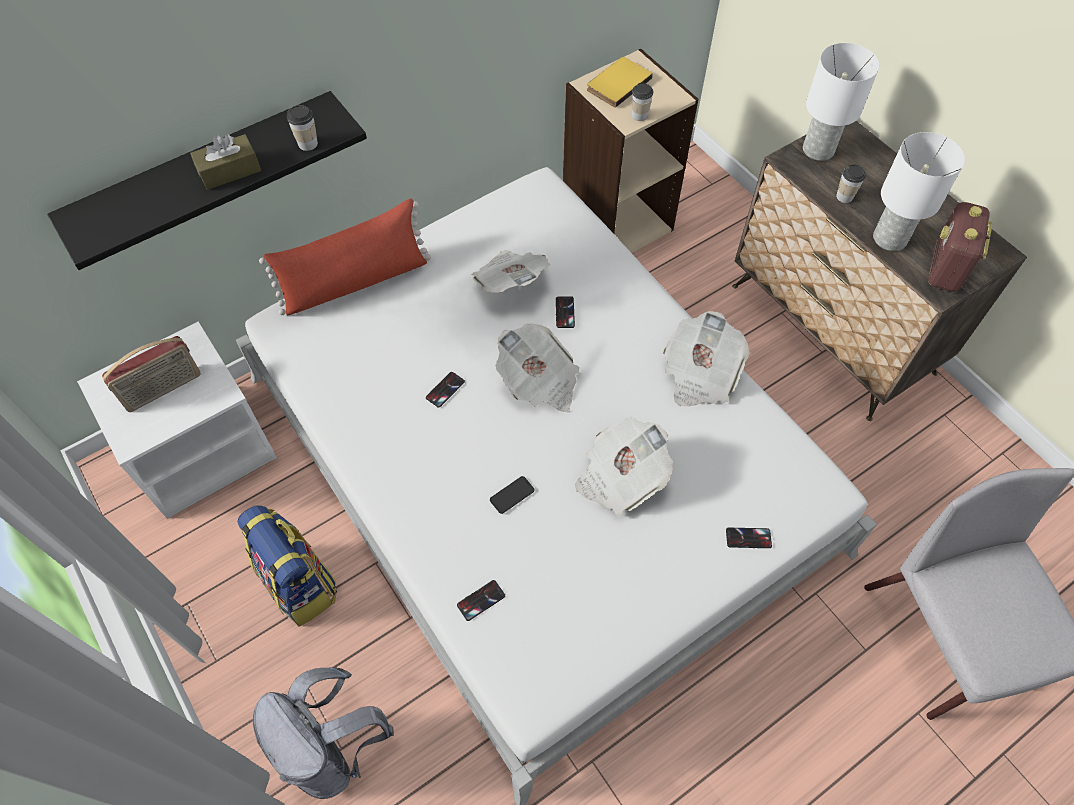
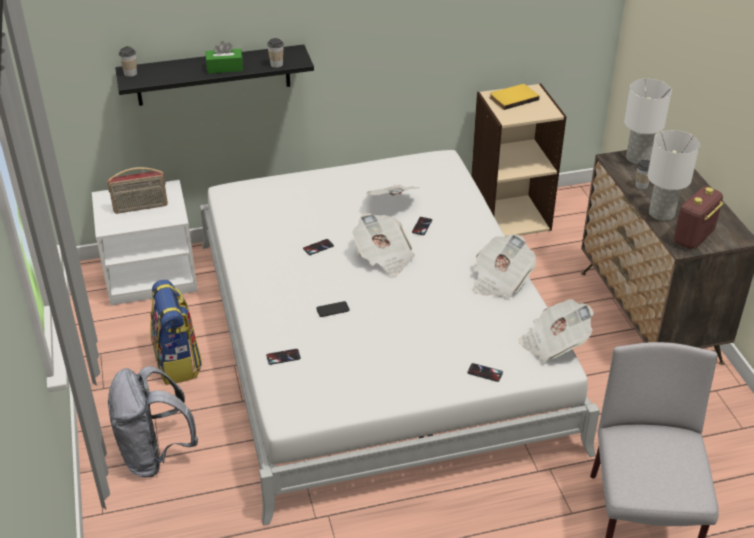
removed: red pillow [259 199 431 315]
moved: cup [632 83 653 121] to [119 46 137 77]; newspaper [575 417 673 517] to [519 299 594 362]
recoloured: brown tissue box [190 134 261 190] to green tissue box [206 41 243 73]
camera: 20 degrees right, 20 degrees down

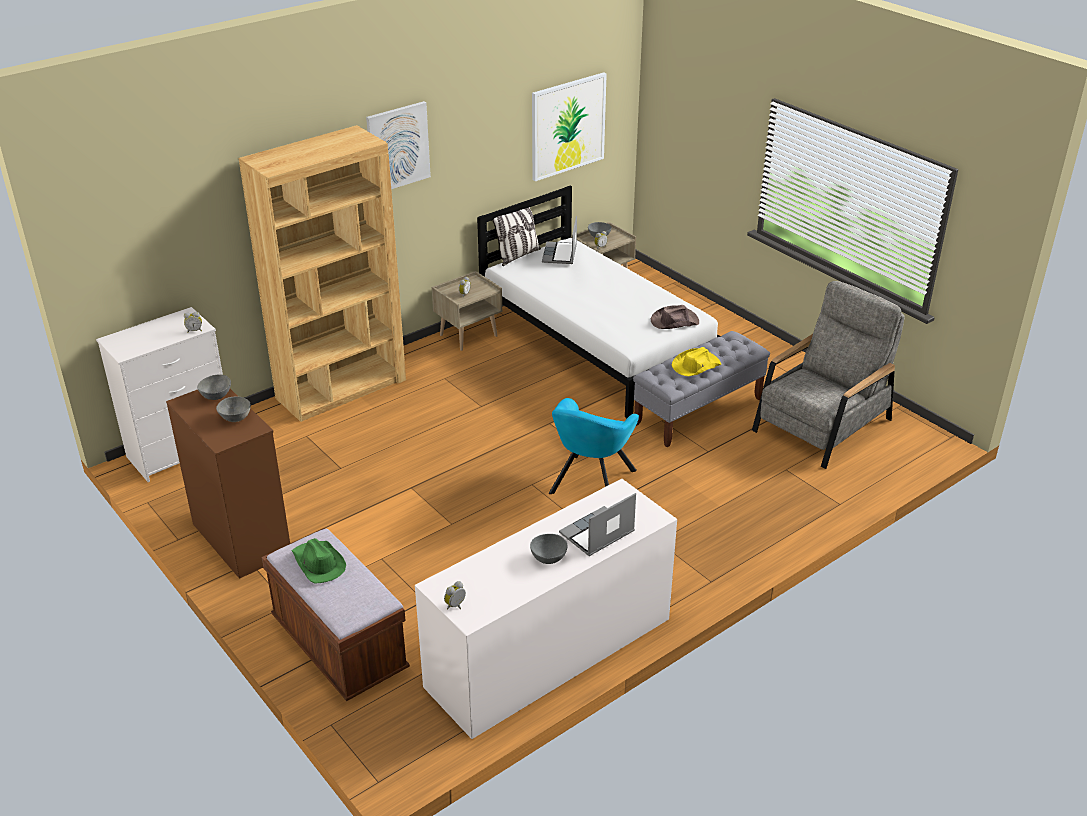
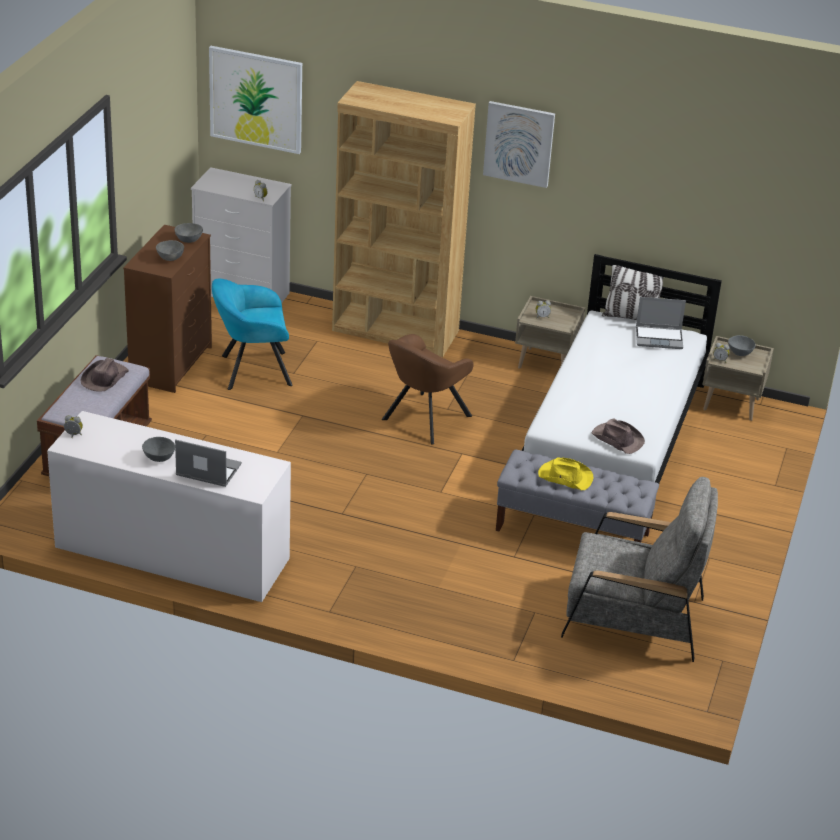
added: brown armchair [382 334 474 445]
moved: picture [532 72 607 181] to [209 46 302 154]; turquoise armchair [549 398 639 494] to [212 279 293 390]
recoloured: green hat [292 538 346 584] to brown hat [81 358 129 392]
turned: laptop [542 216 577 264] = [636 297 686 349] 150 degrees counterclockwise
camera: 55 degrees right, 0 degrees up

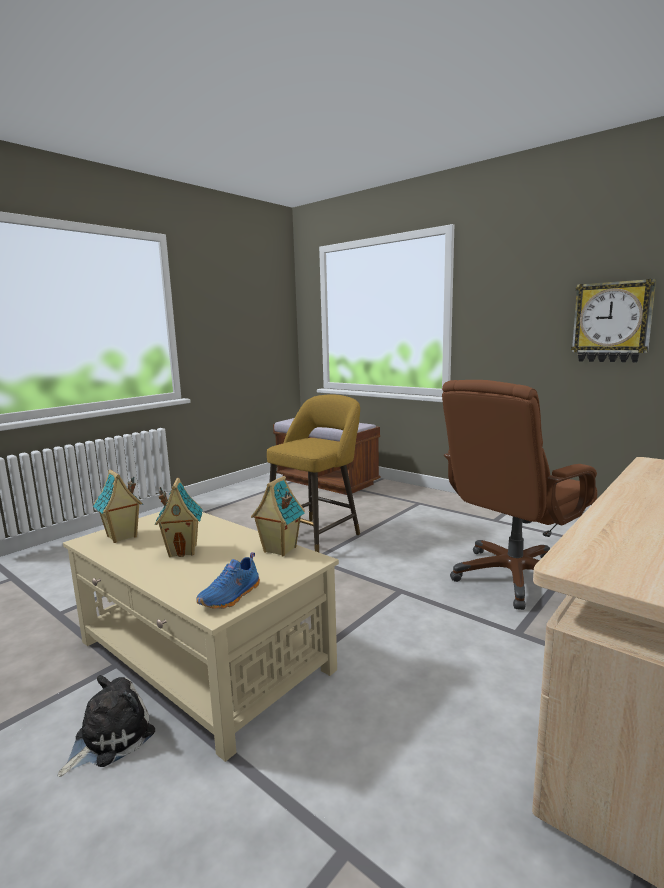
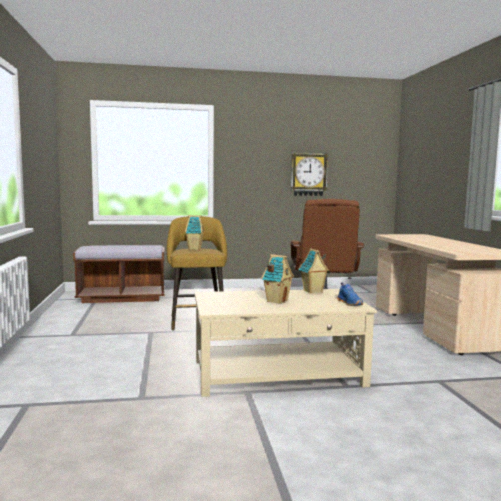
removed: plush toy [58 675 155 777]
moved: toy house [93 469 143 543] to [185 215 204 250]
camera: 50 degrees left, 5 degrees down

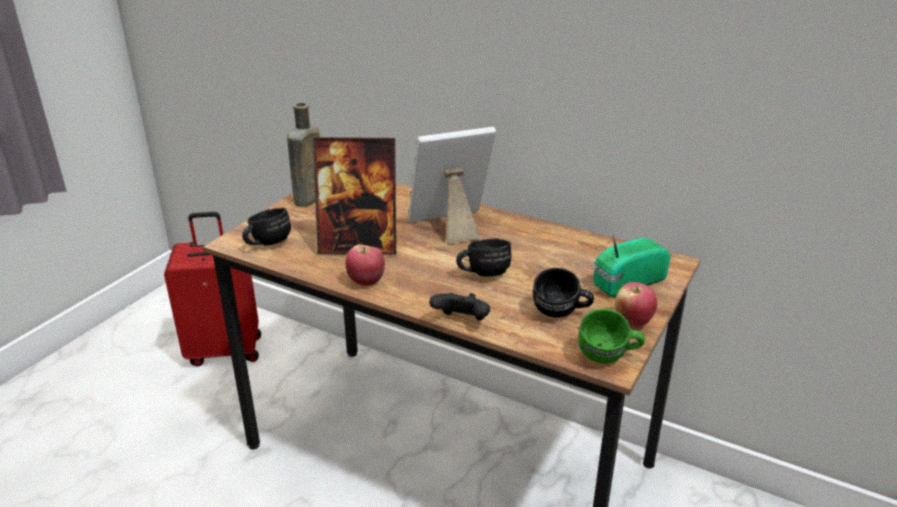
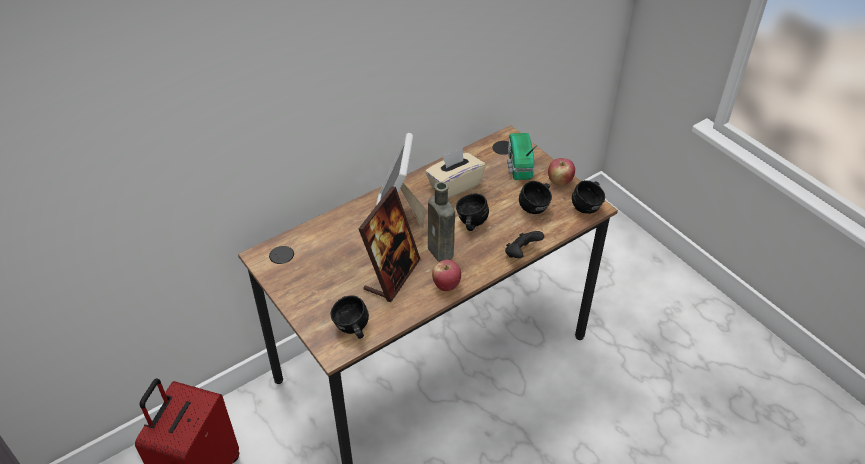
added: beige tissue box [425 148 486 199]
moved: brown bottle [287 102 320 207] to [428 182 455 262]
recoloured: green mug [578 309 645 364] to black mug [572 180 605 214]
camera: 65 degrees left, 15 degrees up

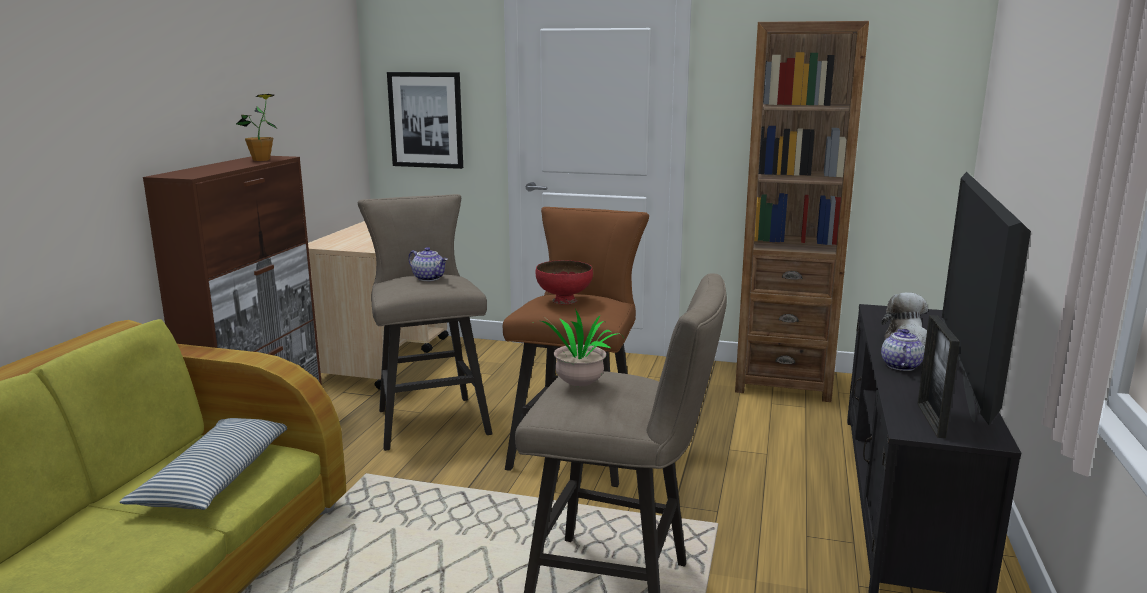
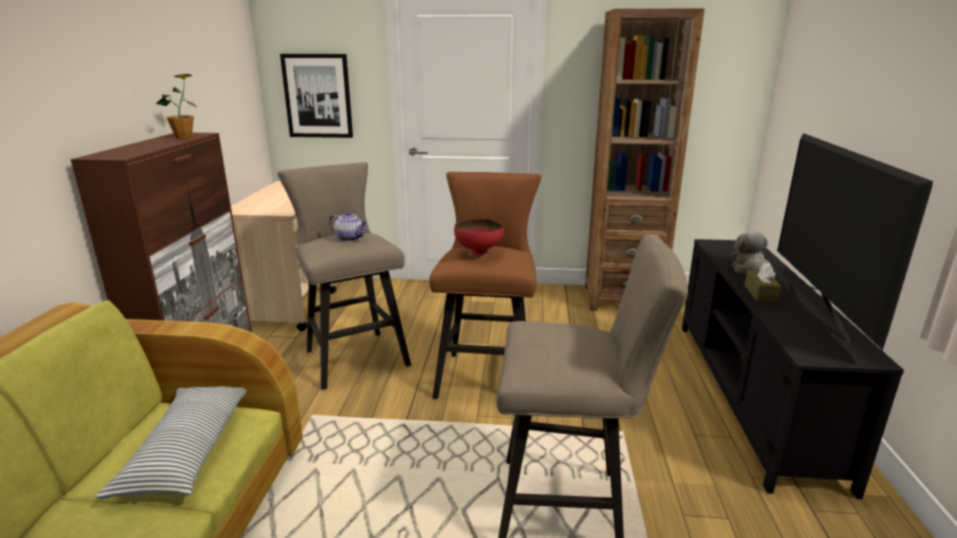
removed: potted plant [541 309 624 386]; picture frame [918 315 960 438]
replaced: teapot [881 329 925 371] to brown tissue box [745 263 782 302]
camera: 10 degrees left, 5 degrees up

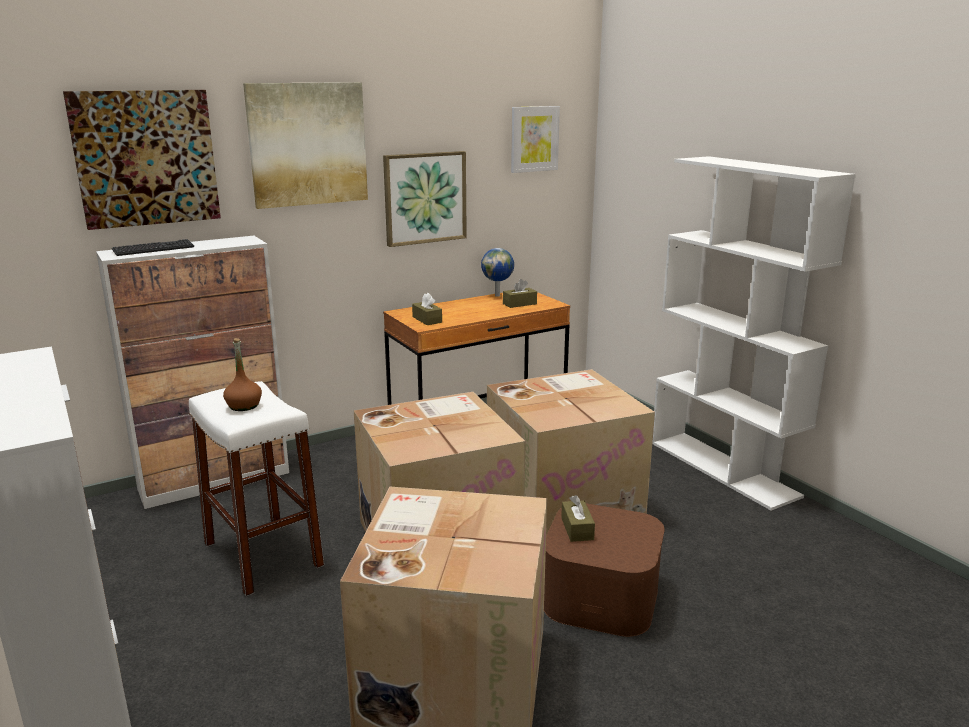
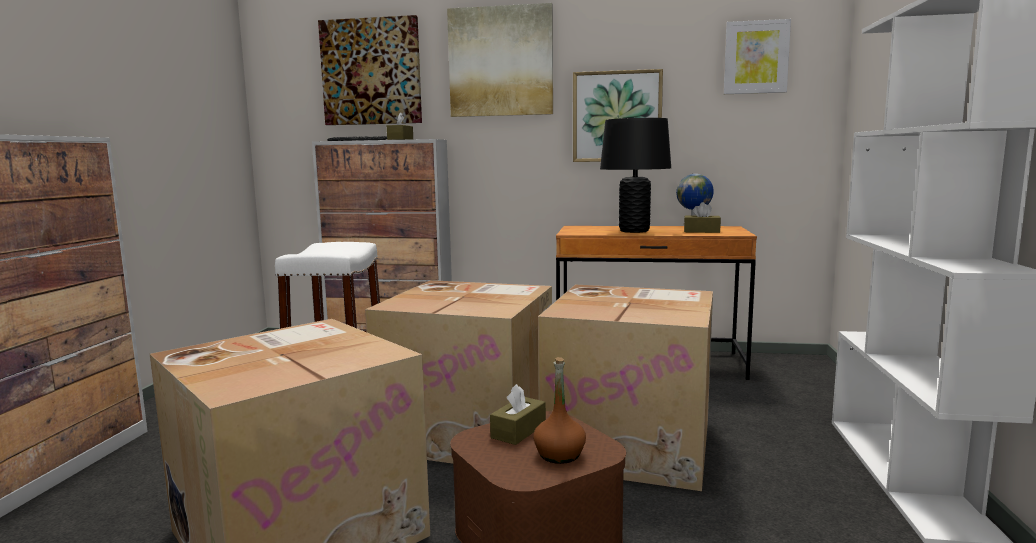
added: black table lamp [600 118 671 233]
moved: brown tissue box [412 293 442 325] to [387 112 413 140]; brown bottle [223 338 262 411] to [533 357 586 464]
camera: 40 degrees right, 10 degrees down

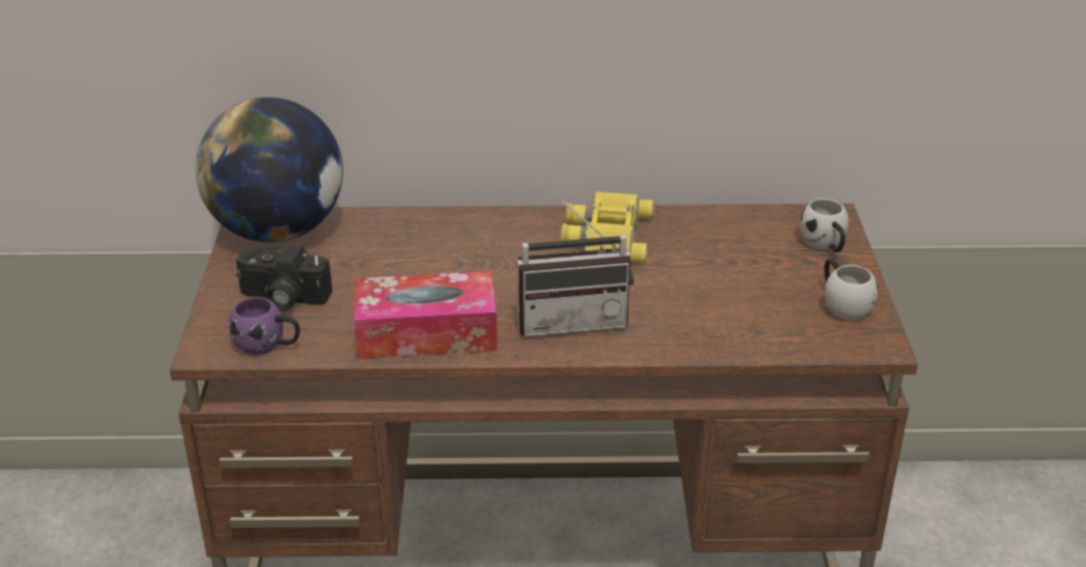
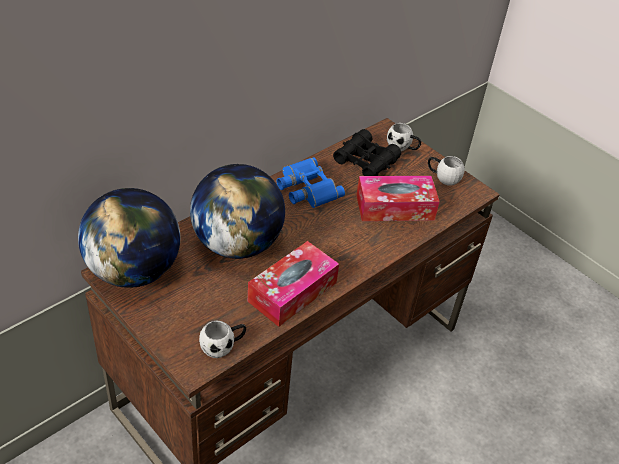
removed: photo camera [236 245 332 311]; radio [517 195 634 337]
added: globe [190 164 285 259]; black binoculars [333 129 401 176]; tissue box [356 176 440 221]
recoloured: purple mug [229 297 300 355] to white mug [199 321 246 358]; yellow binoculars [561 191 654 263] to blue binoculars [277 157 345 208]
camera: 45 degrees left, 10 degrees up

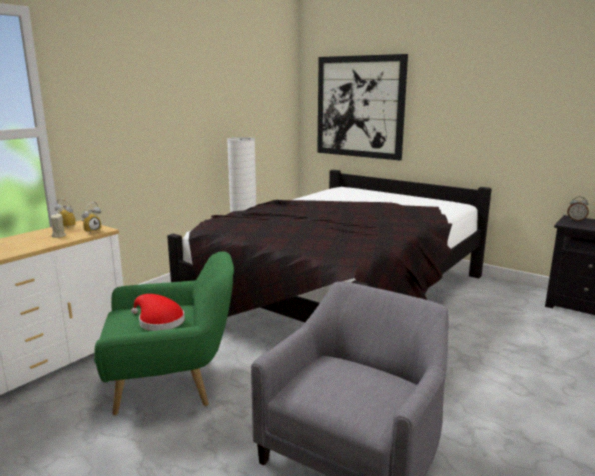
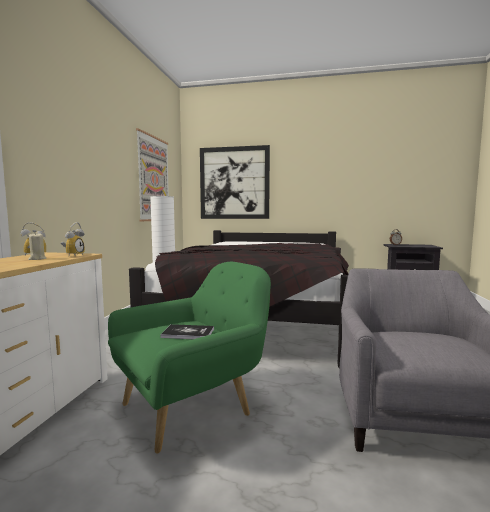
added: picture [136 128 169 221]
replaced: red hat [131 294 185 331] to book [160 324 214 339]
camera: 25 degrees left, 10 degrees down

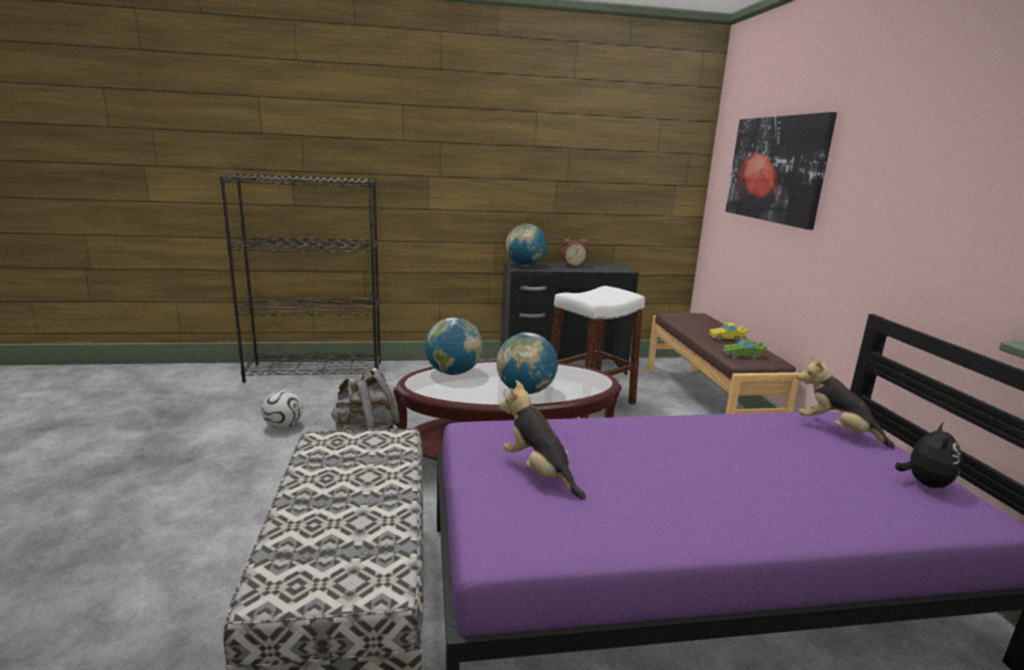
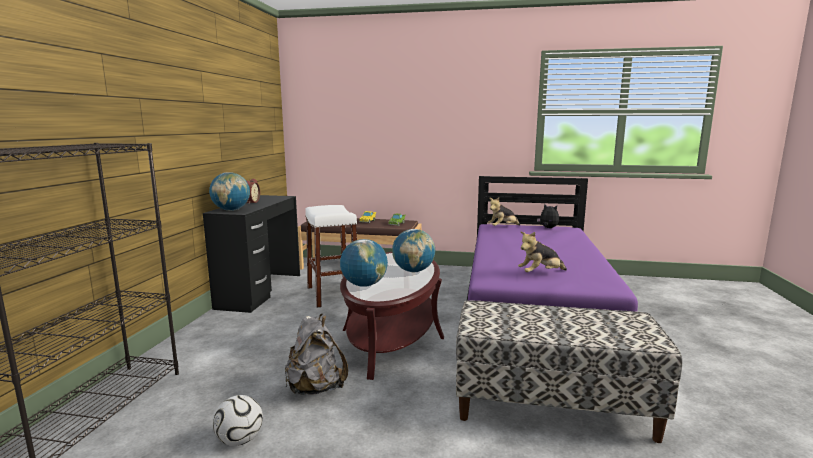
removed: picture [725 112 837 230]
camera: 70 degrees left, 5 degrees down

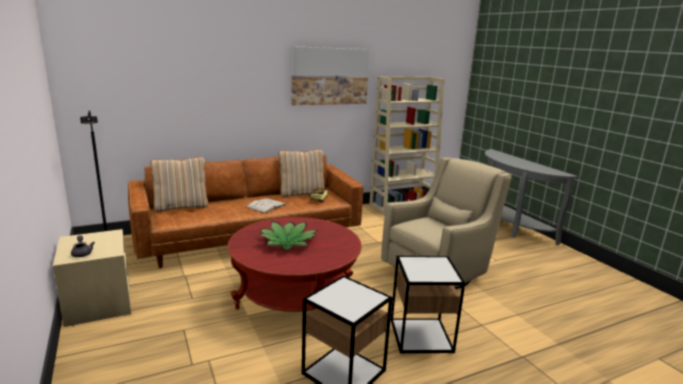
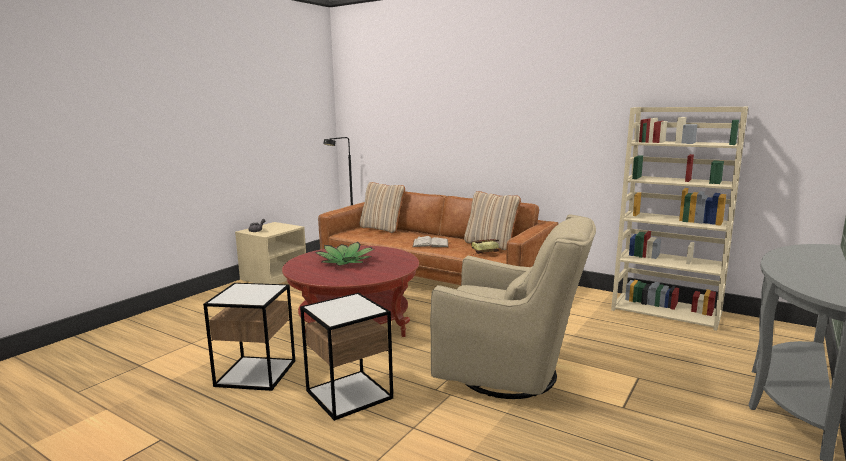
removed: picture [291 46 370 105]
camera: 60 degrees right, 5 degrees down

